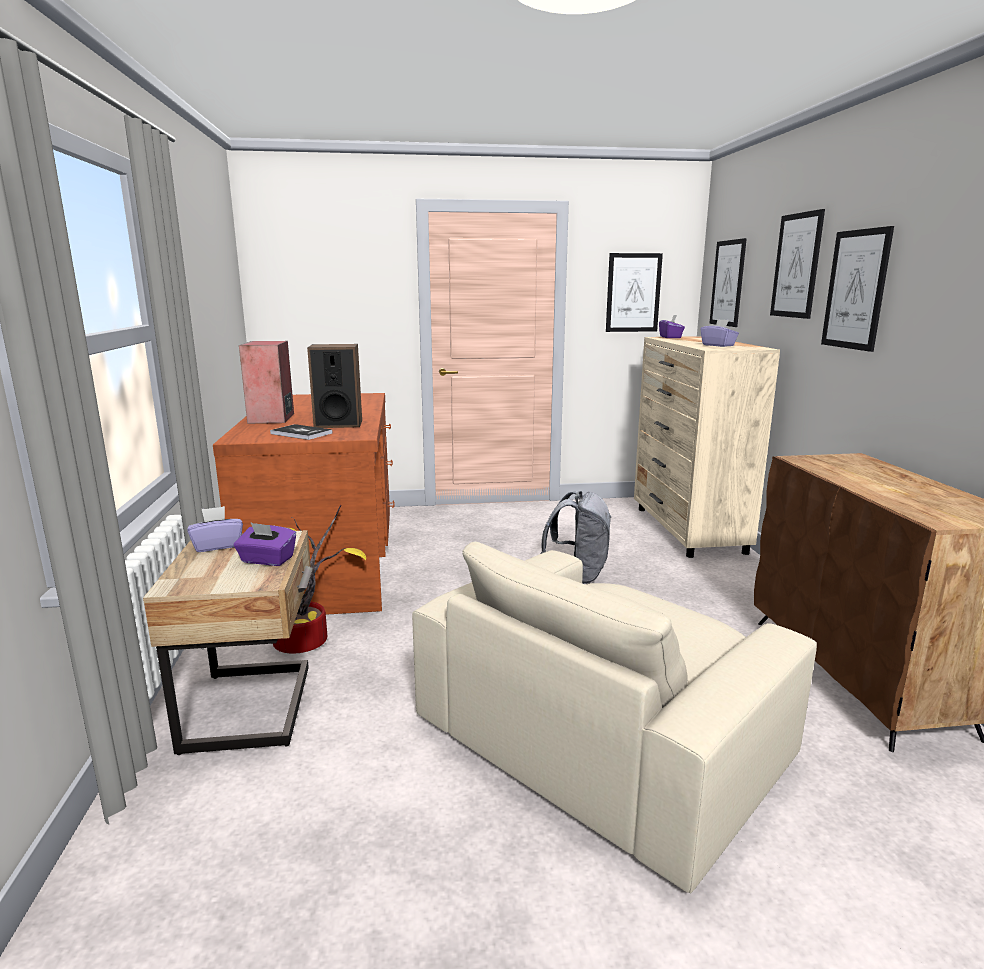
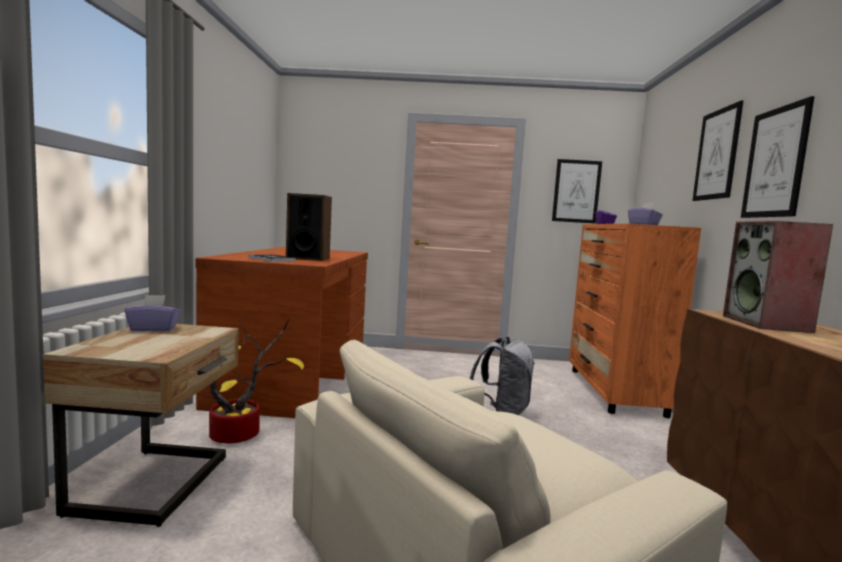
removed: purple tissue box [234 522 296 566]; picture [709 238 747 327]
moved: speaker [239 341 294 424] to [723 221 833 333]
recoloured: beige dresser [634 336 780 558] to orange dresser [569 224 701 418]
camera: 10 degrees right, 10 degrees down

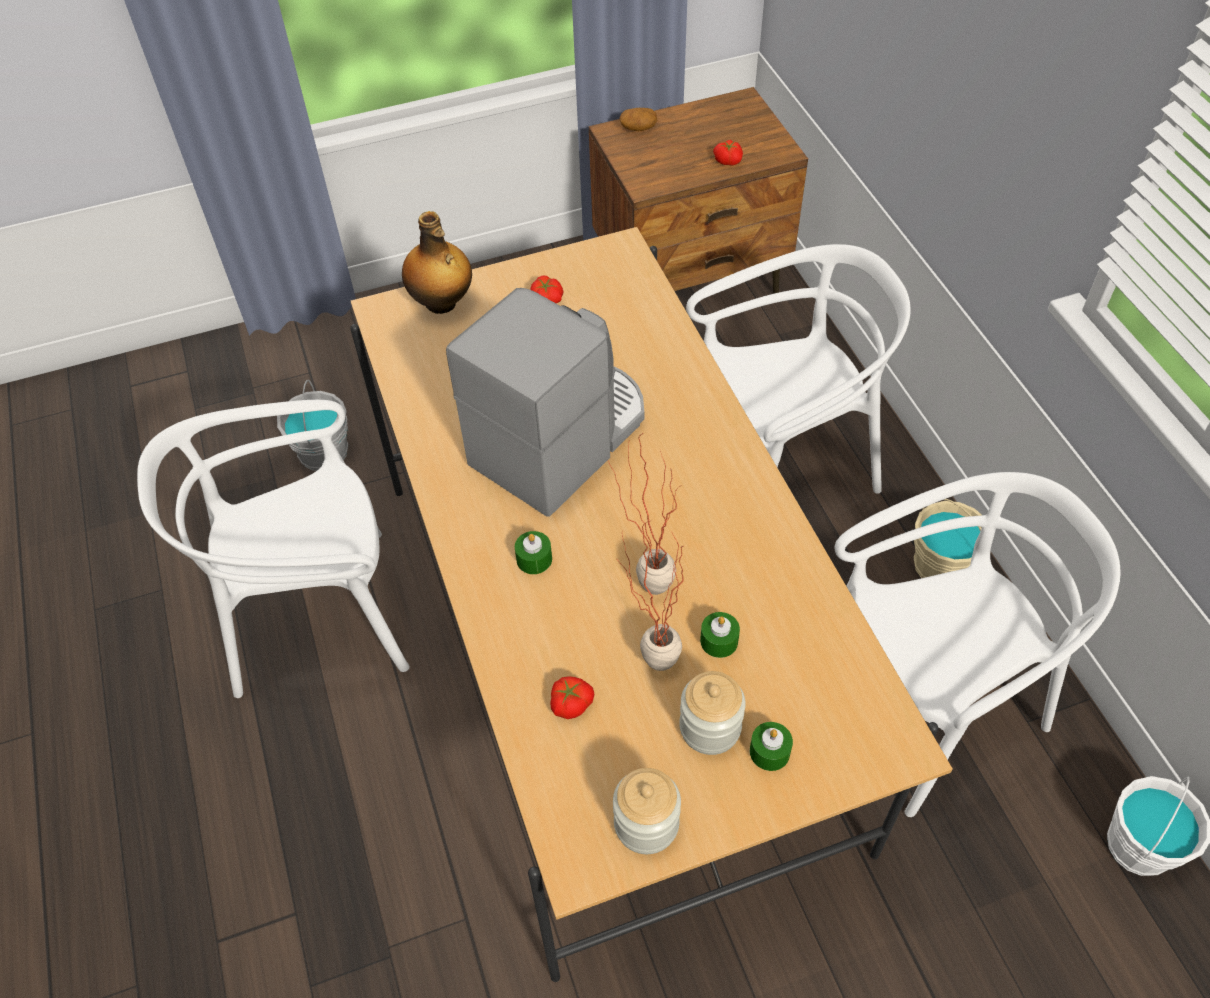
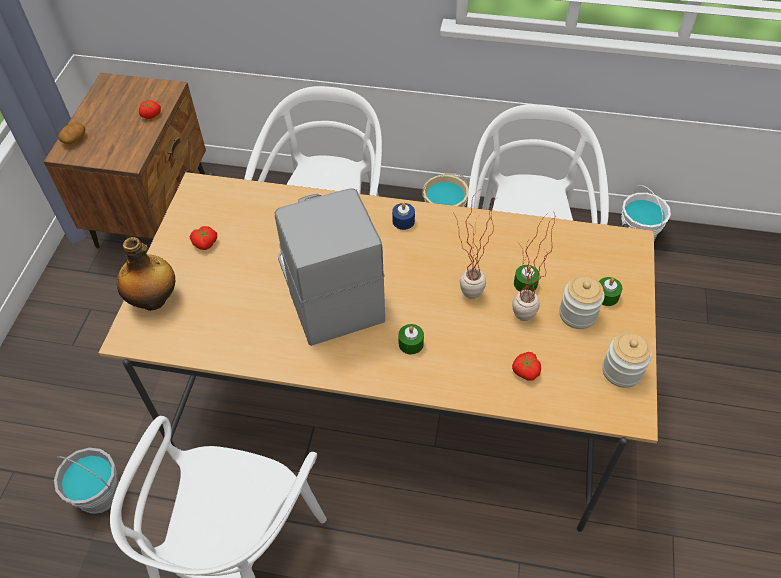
added: blue candle [392 202 415 230]
camera: 60 degrees left, 0 degrees up

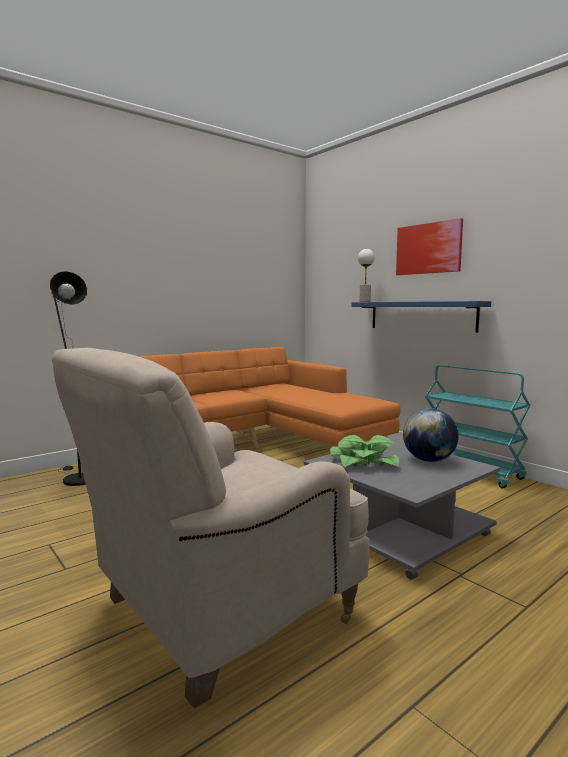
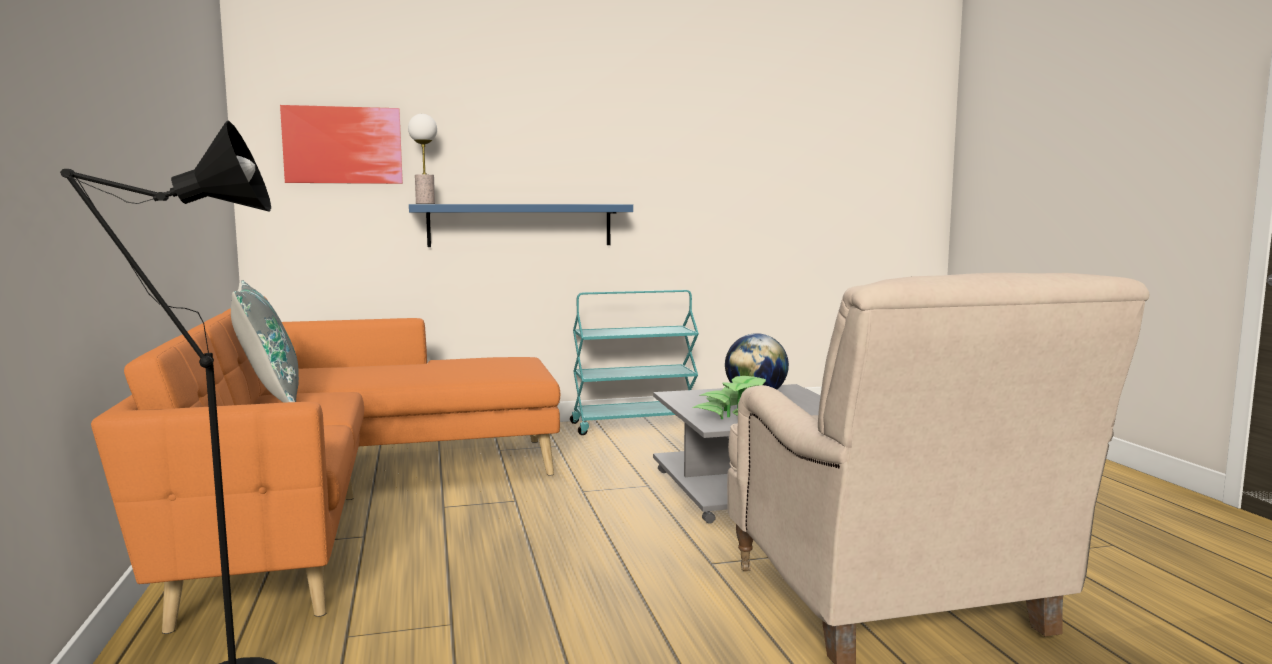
added: grey pillow [231 280 299 403]
moved: picture [396 218 463 275] to [280 105 403 184]
camera: 65 degrees left, 0 degrees up

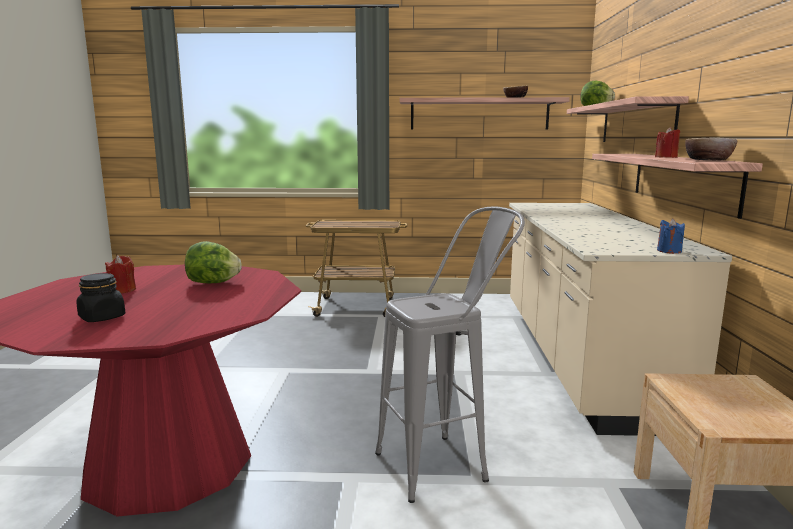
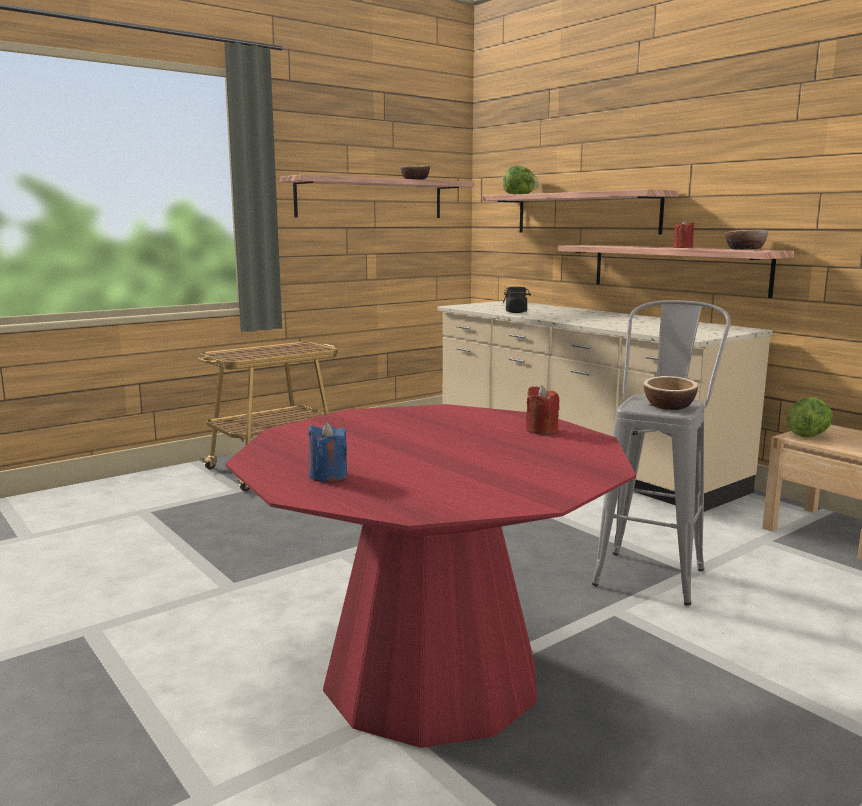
added: bowl [643 376 698 410]
moved: blue candle [657 218 685 254] to [308 422 347 482]; black jar [76 273 125 322] to [503 287 531 313]; red candle [105 255 136 293] to [526 385 559 434]; lettuce [185 241 242 283] to [787 397 833 437]
camera: 40 degrees left, 0 degrees up

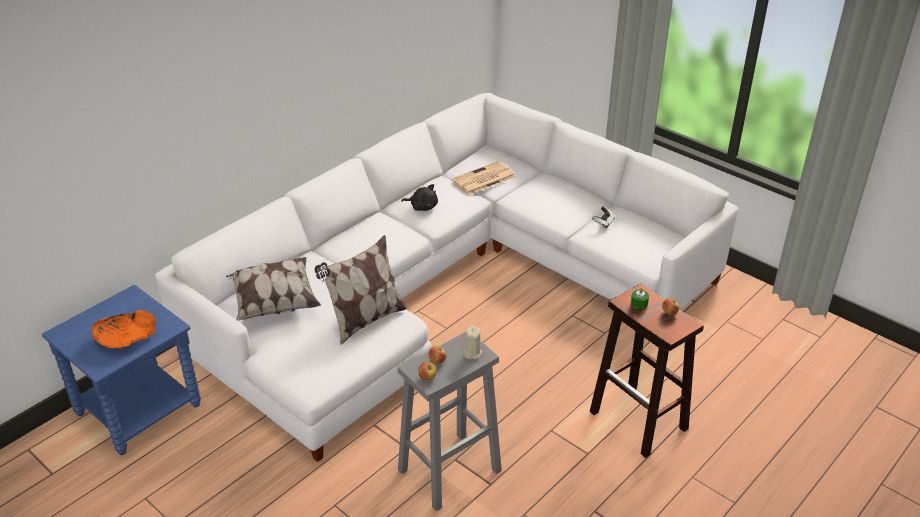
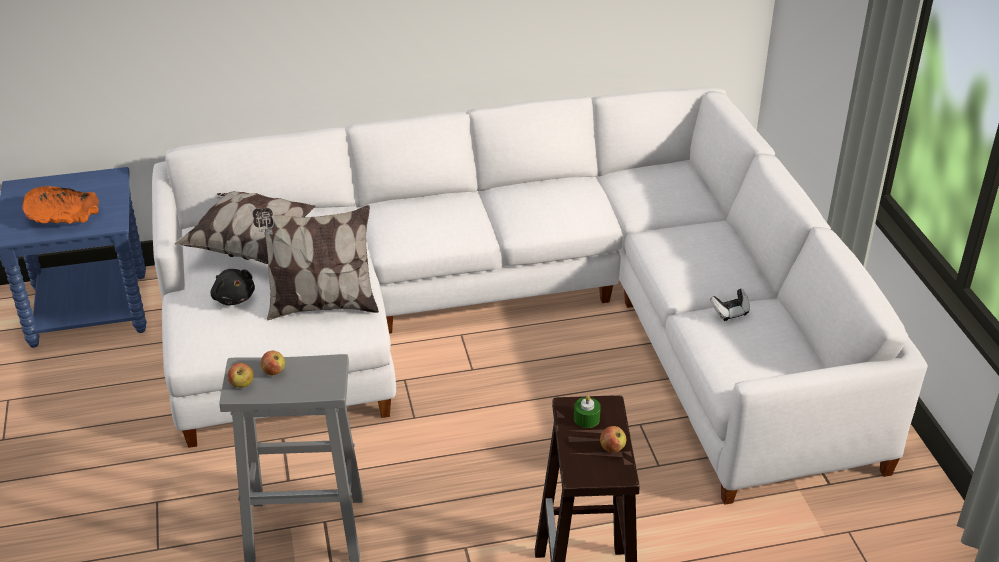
removed: newspaper [451 161 516 195]; beige candle [463 326 482 359]
moved: black plush toy [401 184 438 211] to [211 269 255 305]
camera: 35 degrees right, 0 degrees up

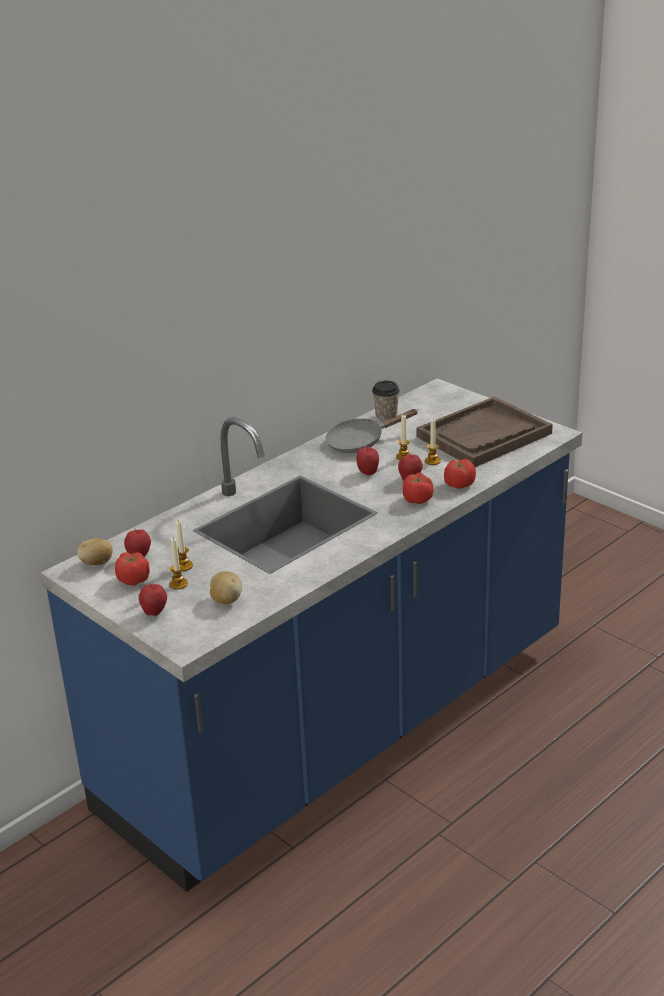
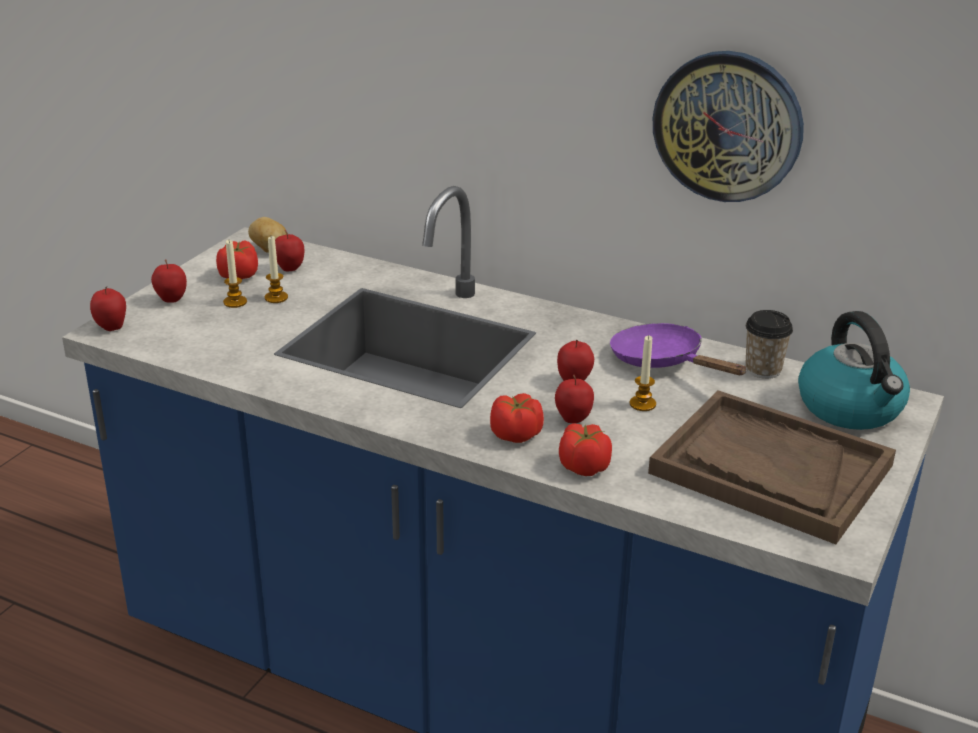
removed: potato [210 571 242 604]; candle [425 419 441 465]
added: apple [90 286 126 331]; wall clock [653 51 804 202]; kettle [798 311 910 430]
recoloured: grey frying pan [326 409 417 453] to purple frying pan [610 323 747 375]
camera: 70 degrees right, 0 degrees up

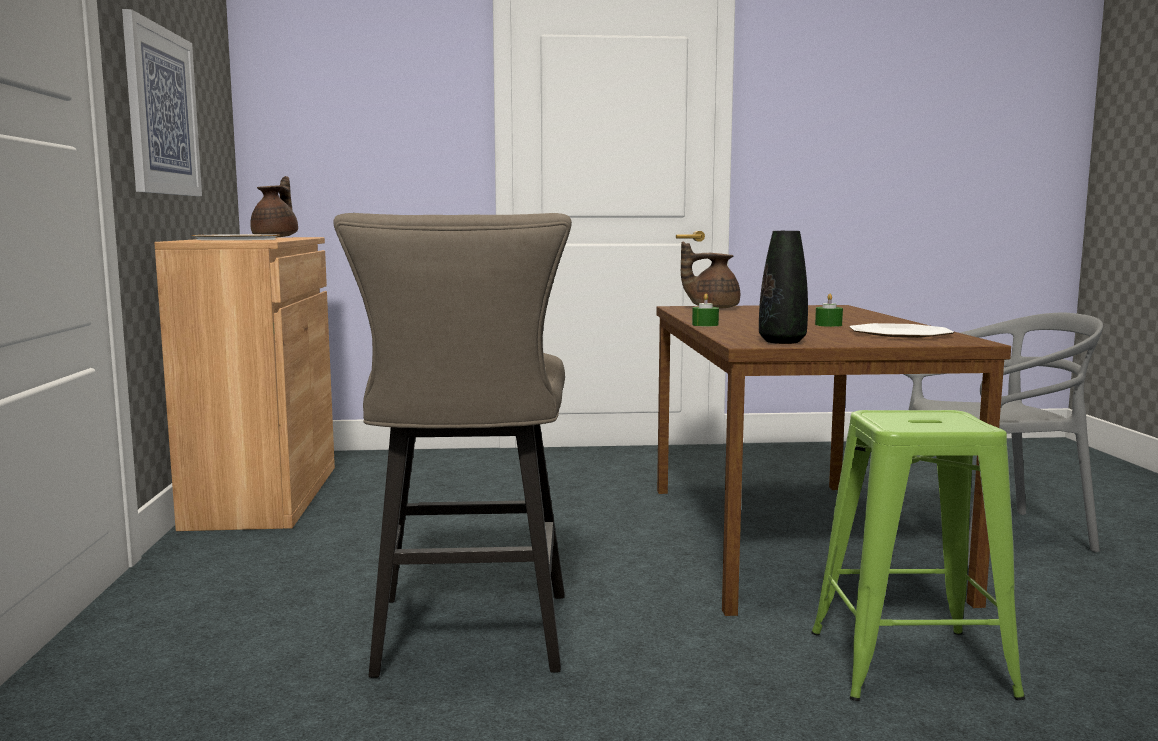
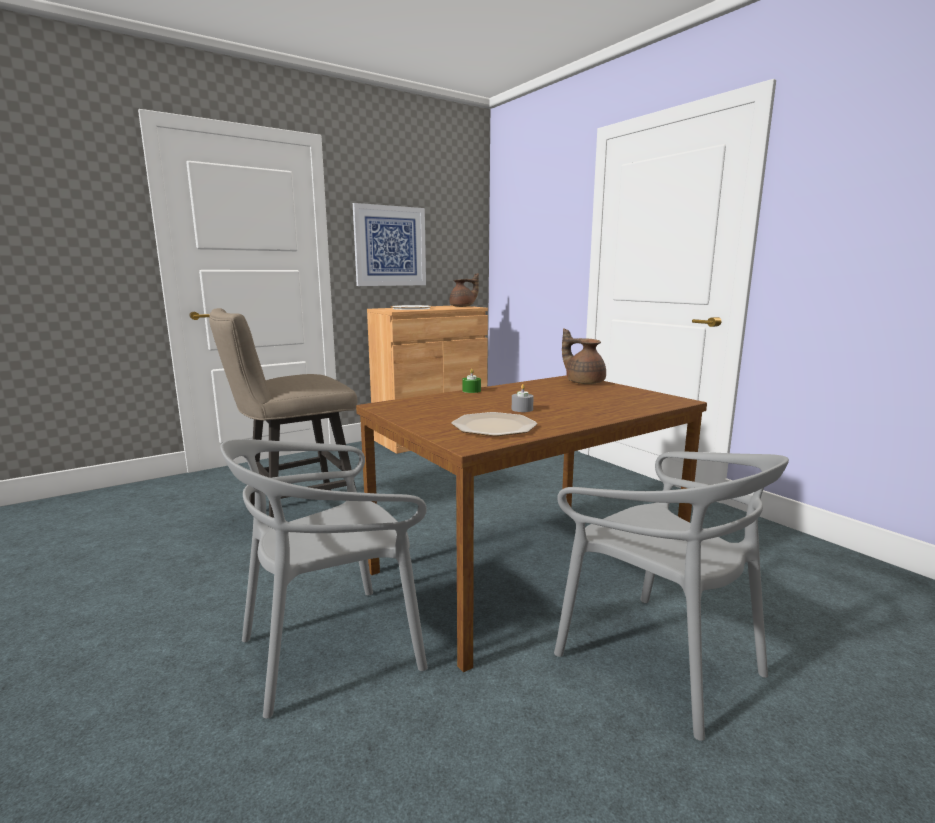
removed: black vase [759 231 808 344]
replaced: green stool [811 410 1025 701] to grey chair [220 439 428 719]
recoloured: green candle [815 294 843 327] to grey candle [512 384 534 412]
camera: 60 degrees right, 5 degrees up

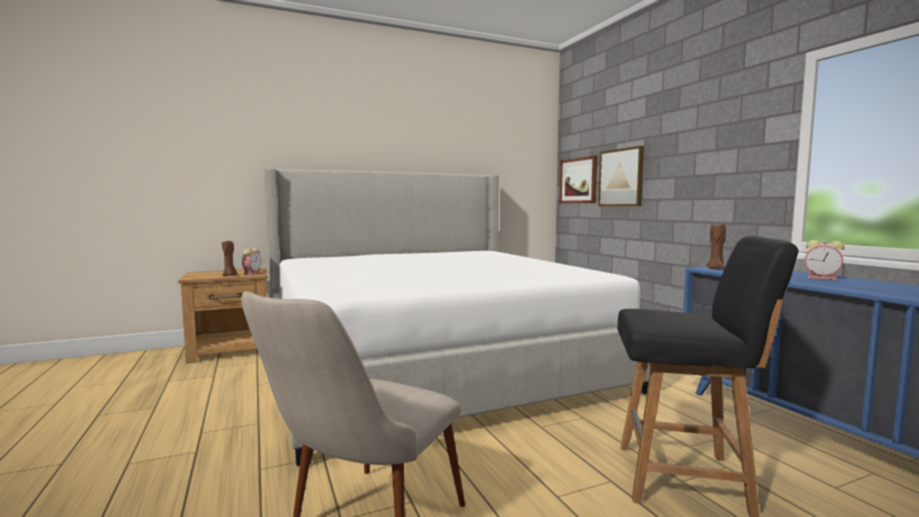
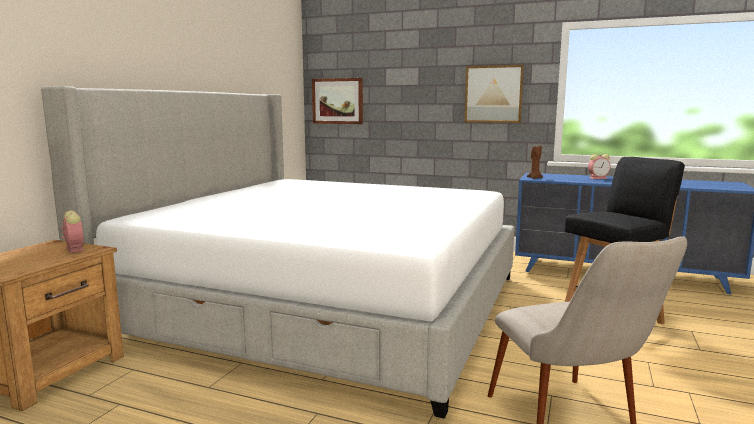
removed: brown candle [222 241 237 276]
moved: picture [598 146 644 206] to [464 65 524 123]
camera: 45 degrees left, 5 degrees up

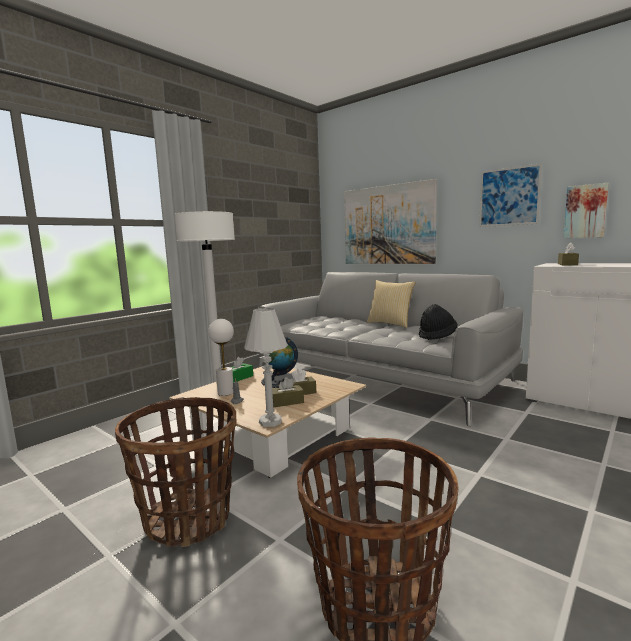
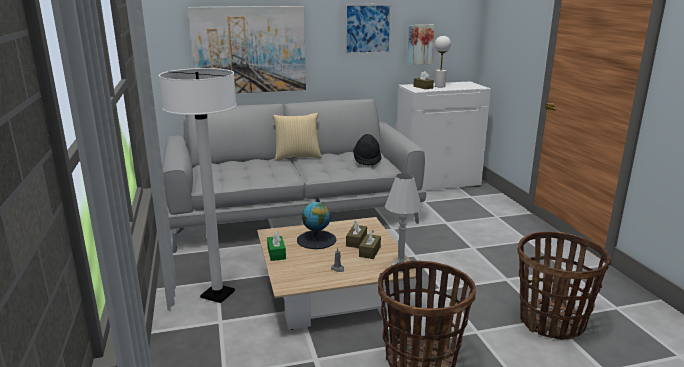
moved: white table lamp [208 319 234 396] to [435 36 451 87]
camera: 55 degrees left, 10 degrees up

